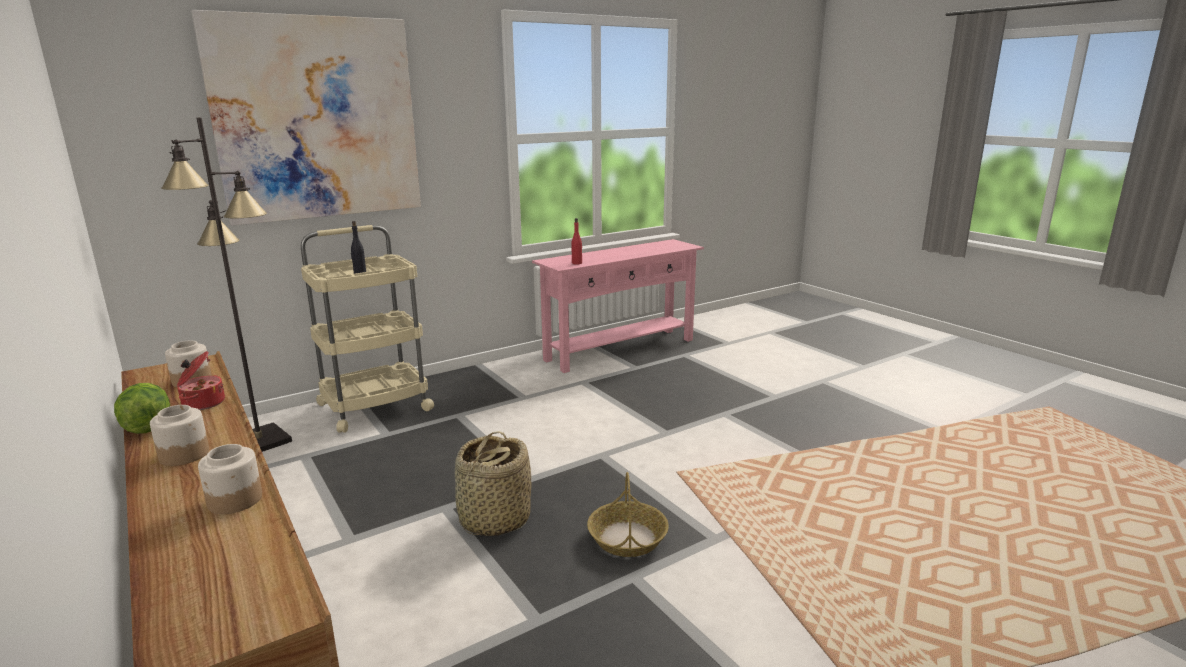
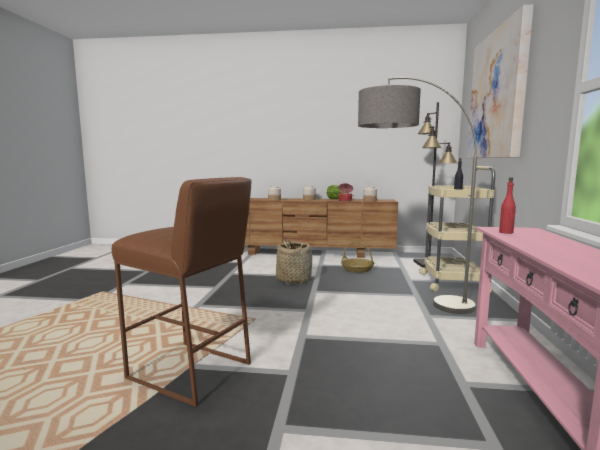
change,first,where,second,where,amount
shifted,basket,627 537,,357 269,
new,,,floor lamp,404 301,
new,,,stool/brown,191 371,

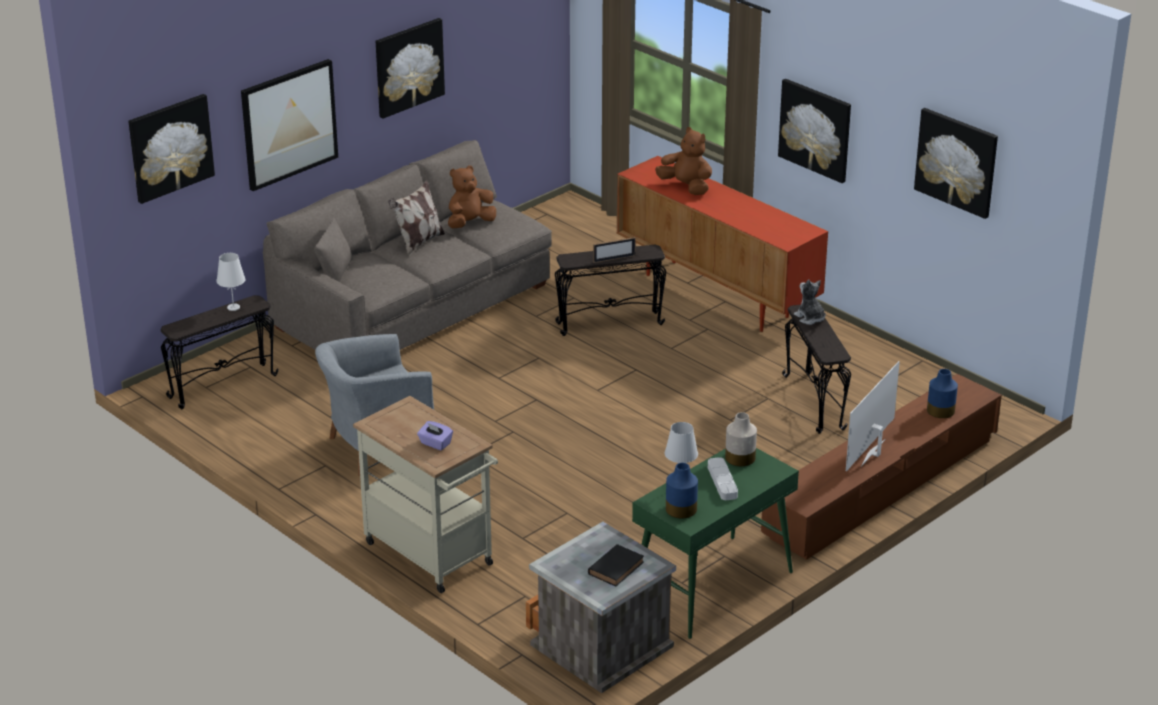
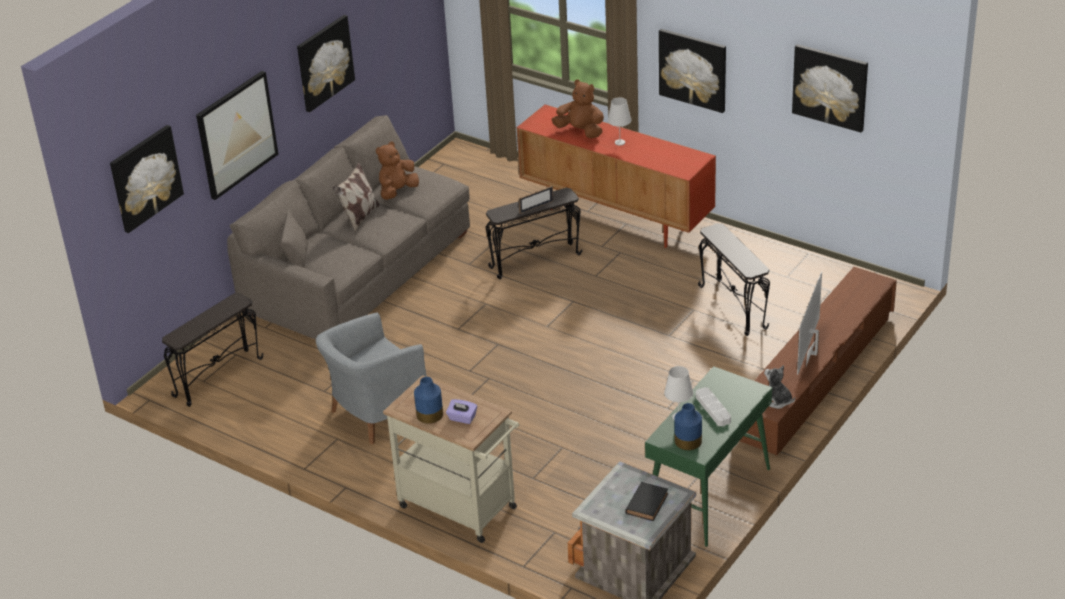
change,first,where,second,where,amount
shifted,table lamp/white,233 307,,620 142,
shifted,plush toy,810 318,,777 400,
shifted,vase/blue,941 410,,430 414,
gone,vase/beige,739 457,,,

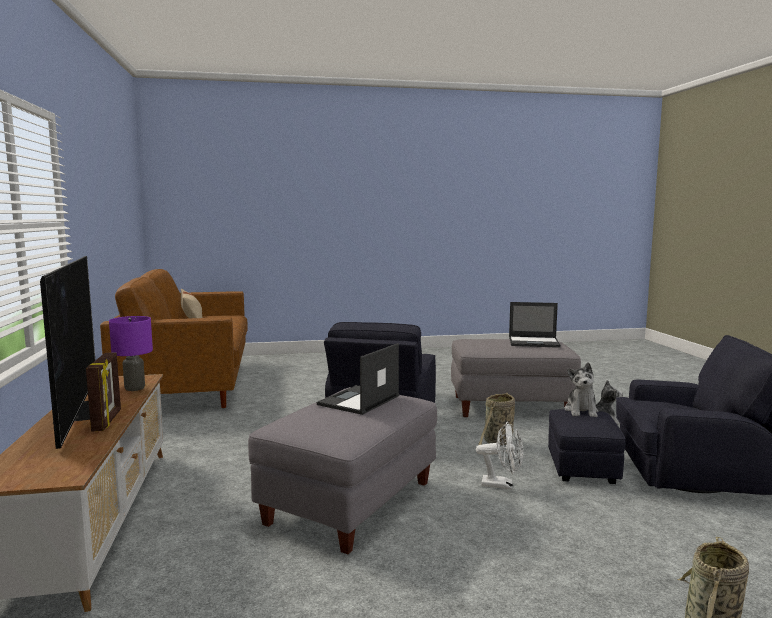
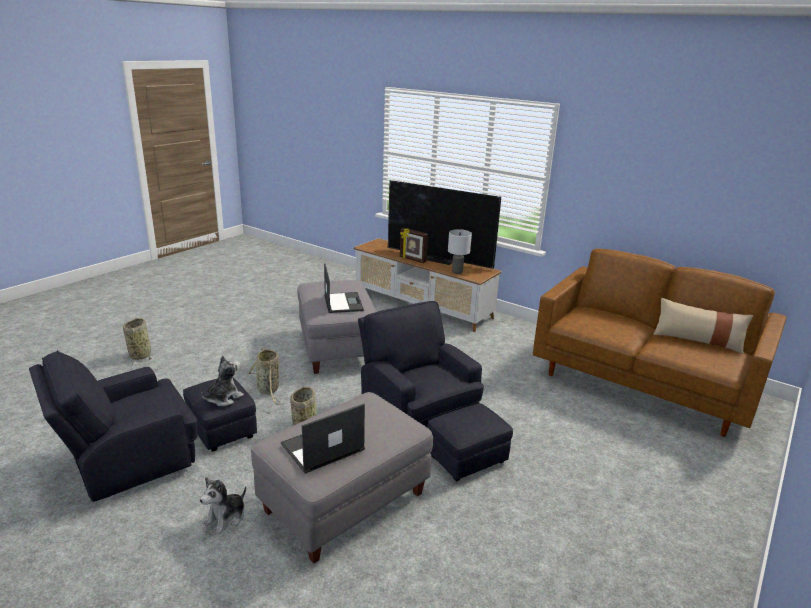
change,first,where,second,where,amount
repainted,table lamp/purple,134 389,table lamp/white,456 272,
rotated,plush toy,581 411,,224 398,75 degrees clockwise
swapped,fan/white,502 485,basket,268 390,

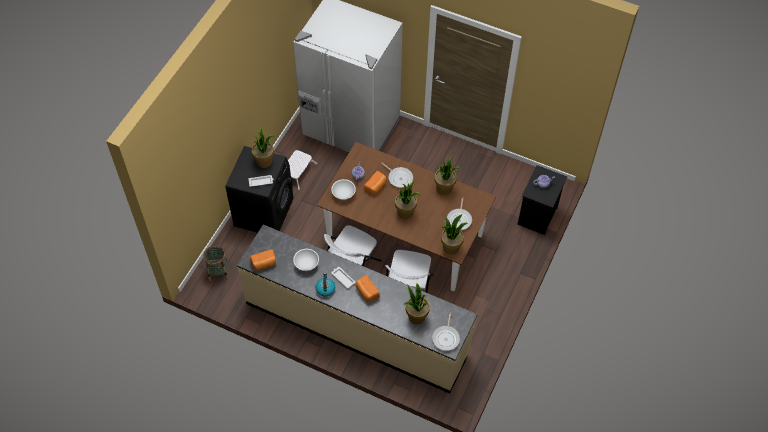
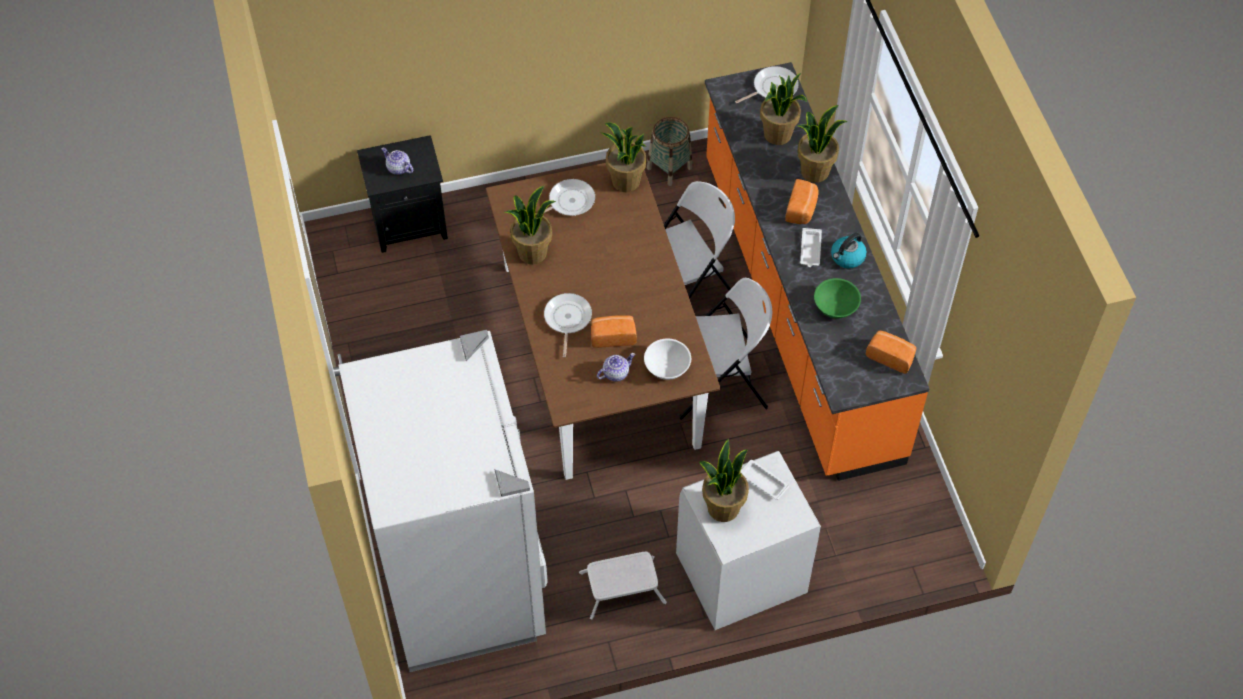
change,first,where,second,where,amount
repainted,washing machine/black,265 212,washing machine/white,739 570,
shifted,potted plant,405 213,,814 171,
repainted,counter/beige,356 327,counter/orange,798 308,
shifted,basket,218 271,,669 168,
repainted,bowl/white,306 264,bowl/green,835 307,

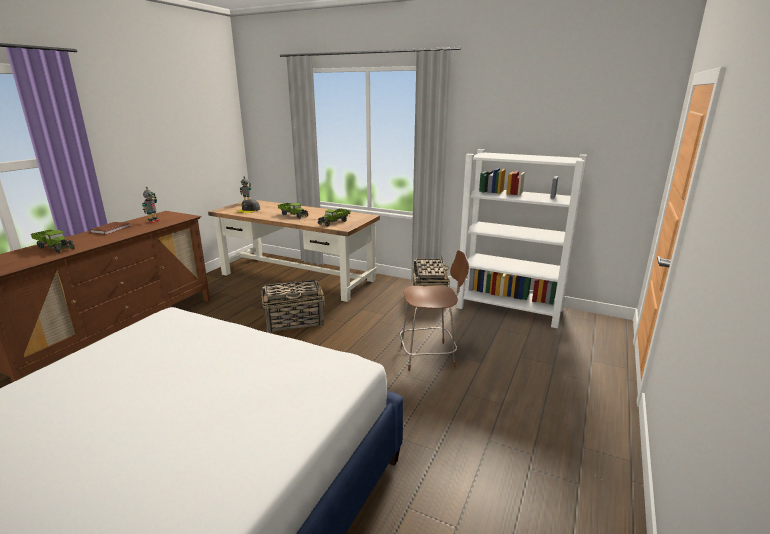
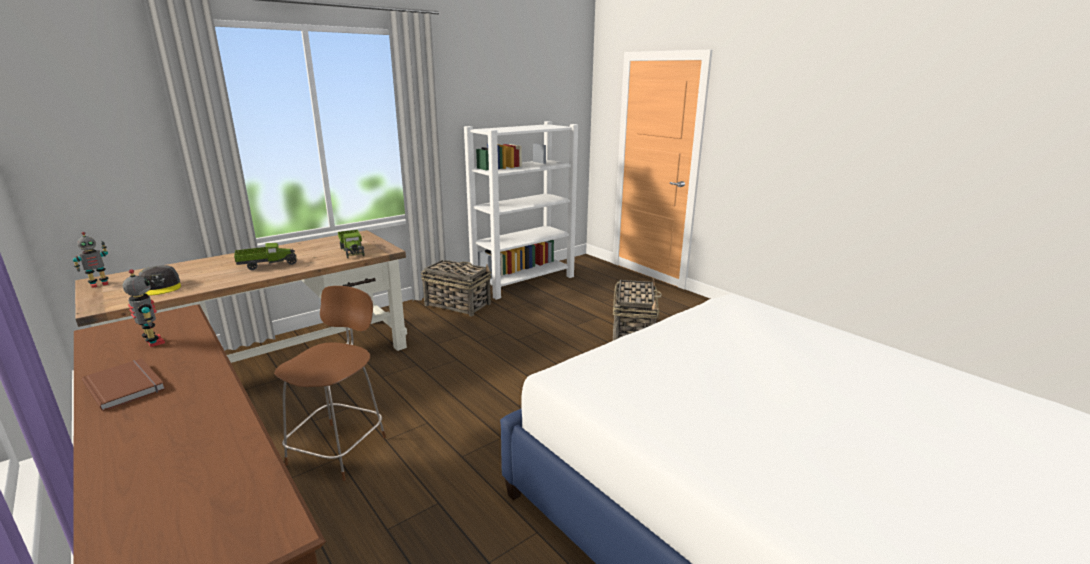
change,first,where,second,where,amount
gone,toy truck,55 247,,,
shifted,stool/brown,429 356,,339 448,
shifted,basket,295 322,,633 331,

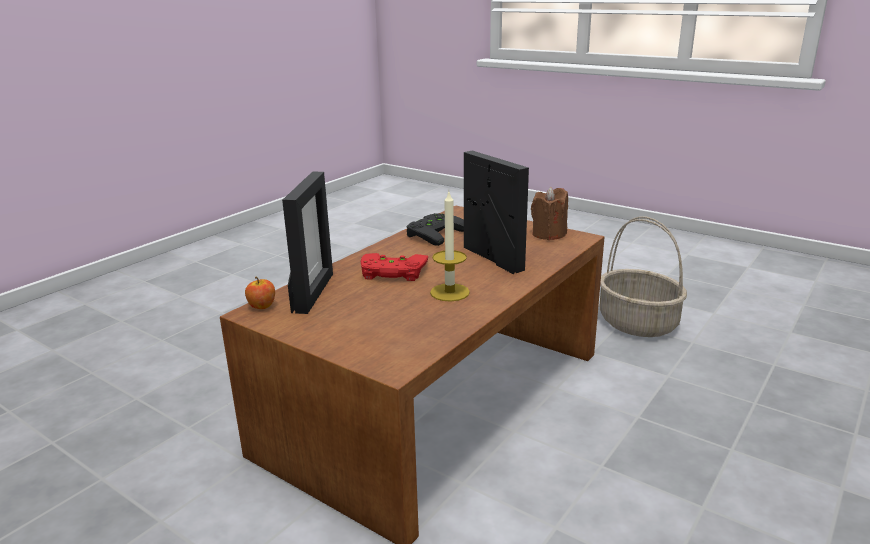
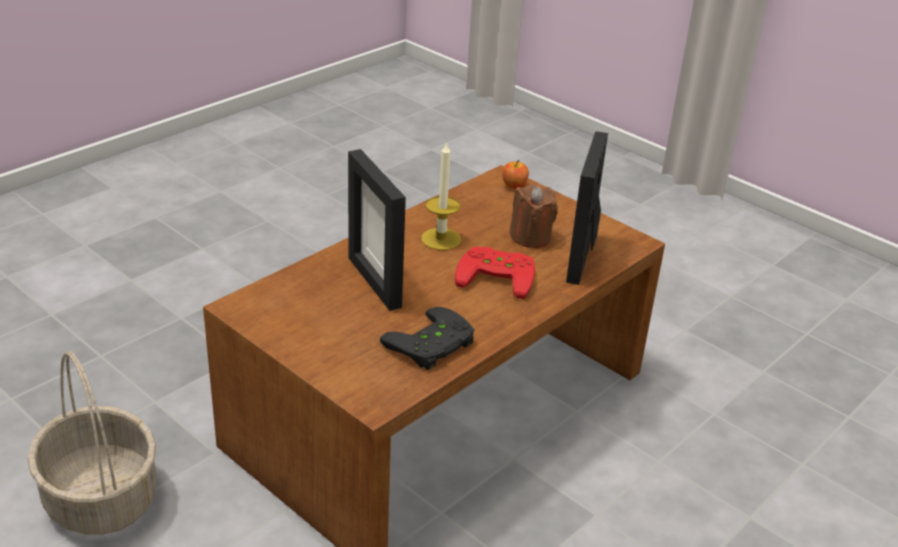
change,first,where,second,where,amount
shifted,candle/brown,548 234,,530 237,
shifted,apple,262 306,,514 186,

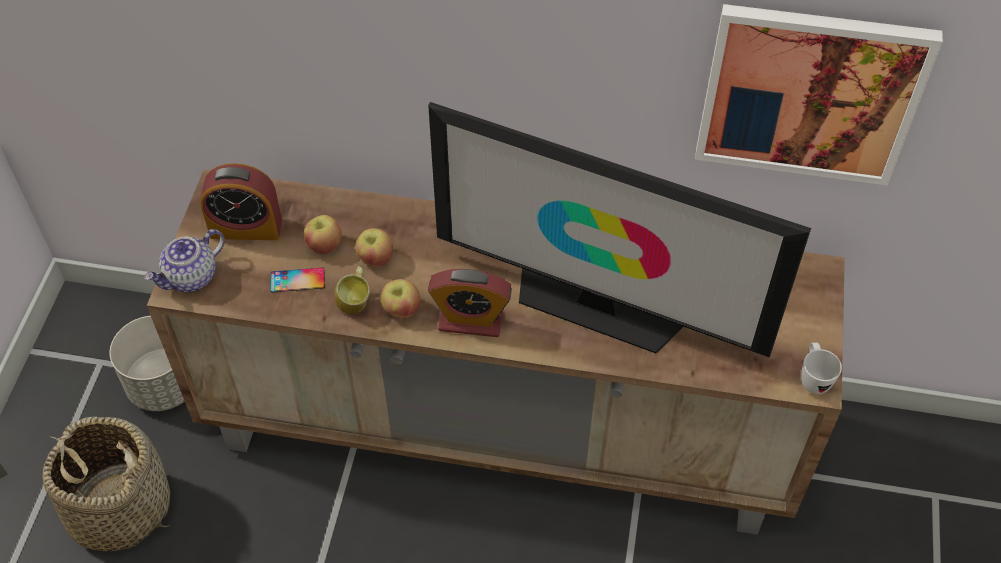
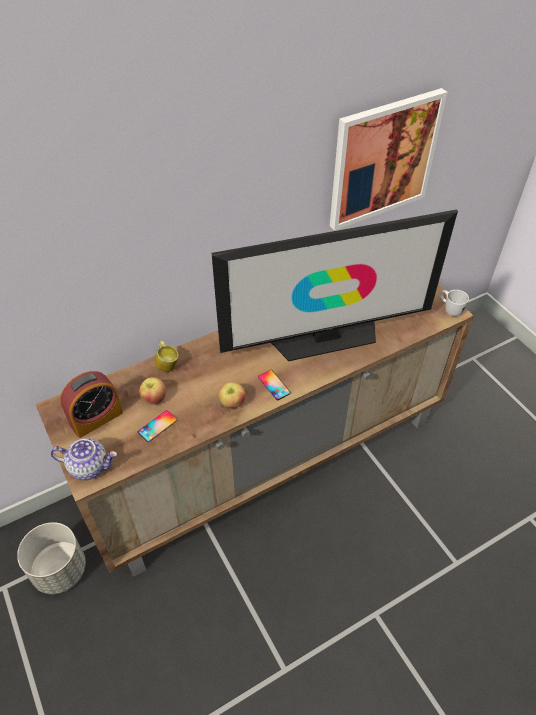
change,first,where,second,where,amount
gone,apple,375 259,,,
rotated,teapot,191 277,,89 466,90 degrees counterclockwise
shifted,mug,356 302,,167 364,
swapped,alarm clock,470 321,phone,274 385,
gone,basket,119 508,,,

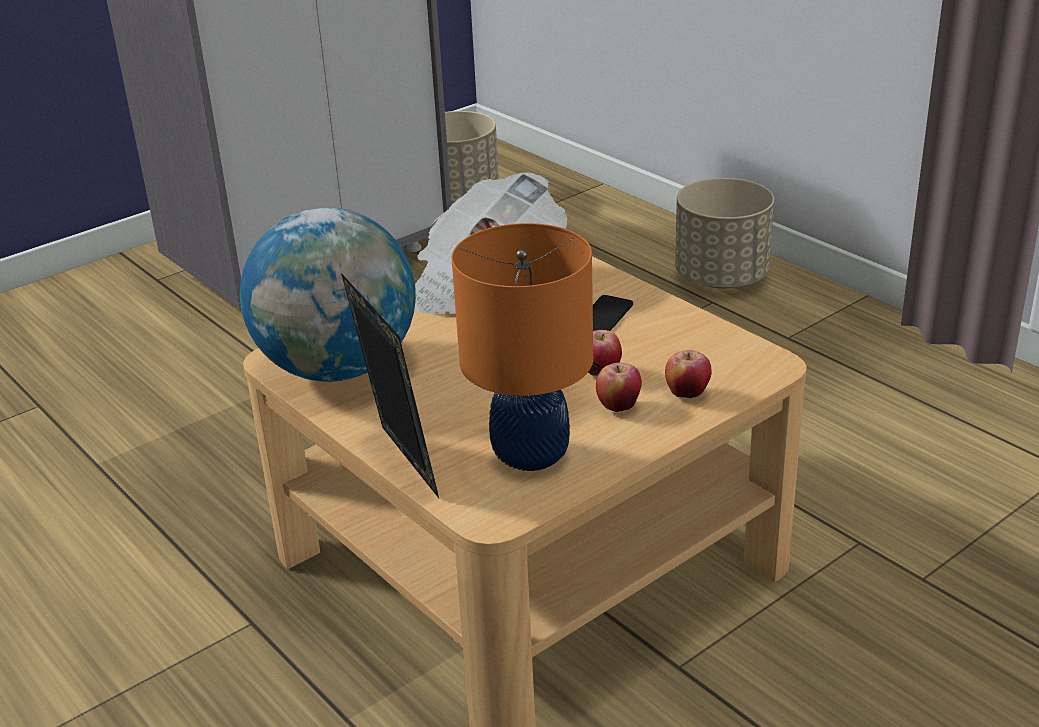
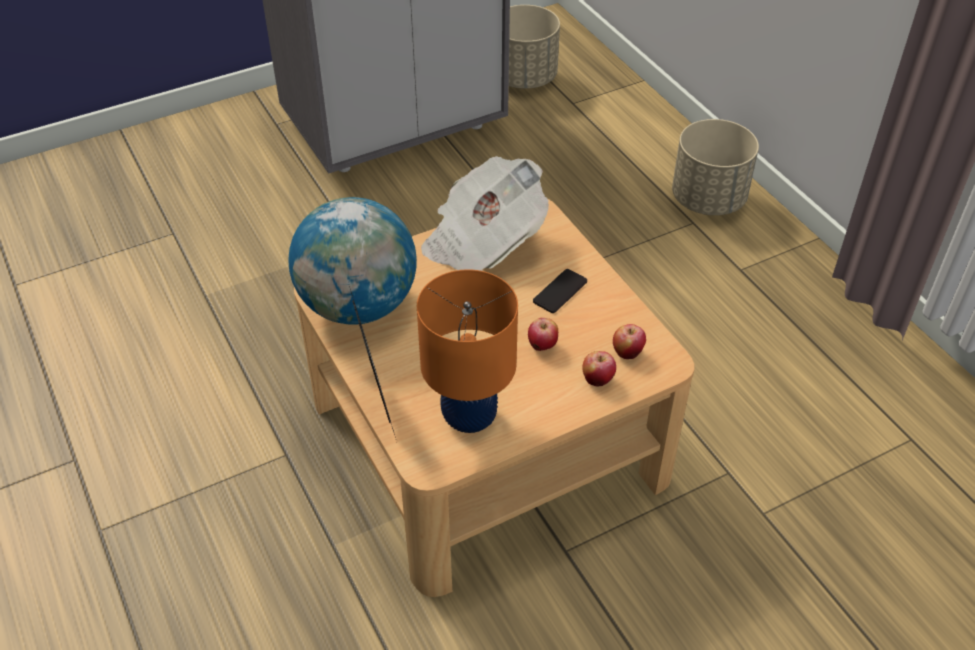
change,first,where,second,where,amount
shifted,apple,618 406,,627 353,

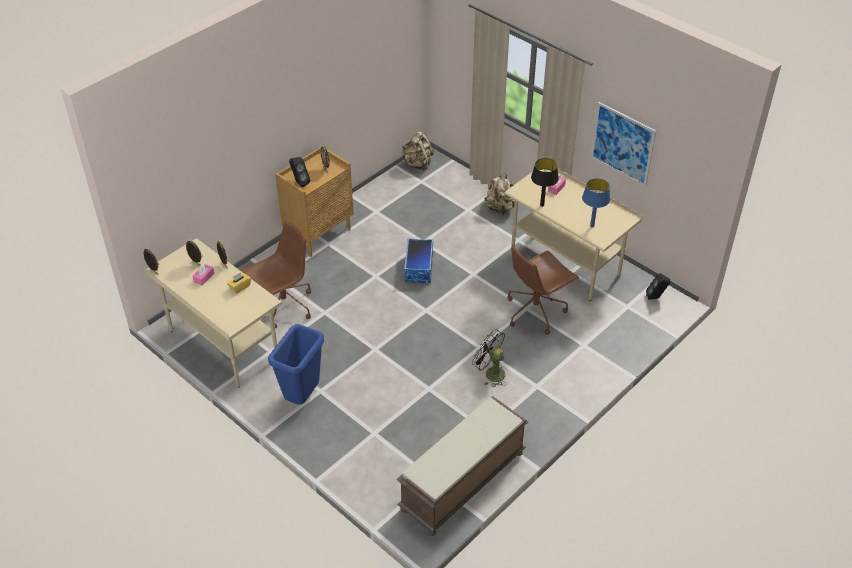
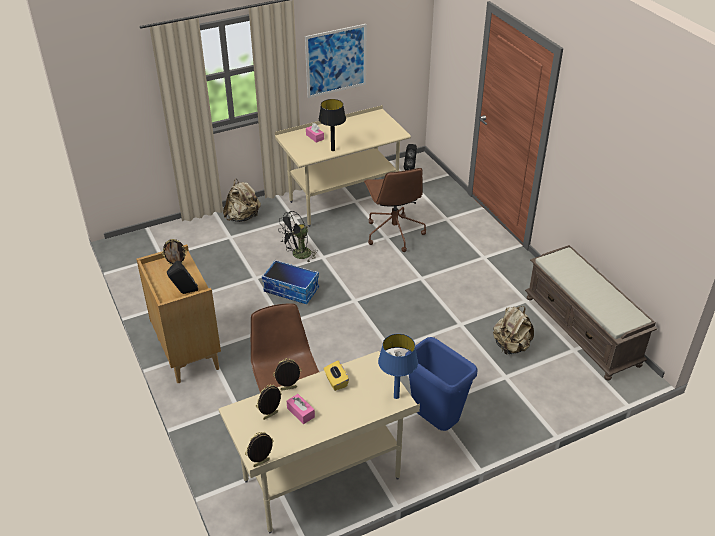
change,first,where,second,where,amount
shifted,backpack/beige,417 164,,511 346,
shifted,table lamp/blue,592 226,,396 397,
shifted,fan/black,490 373,,298 255,

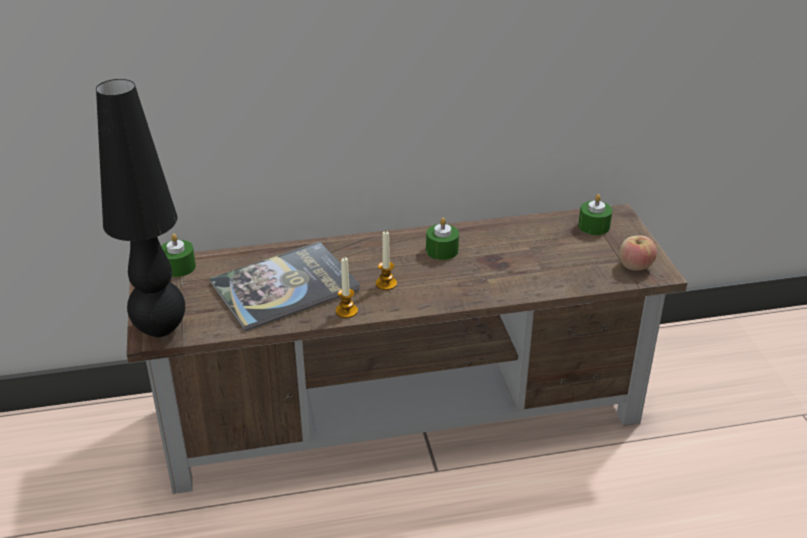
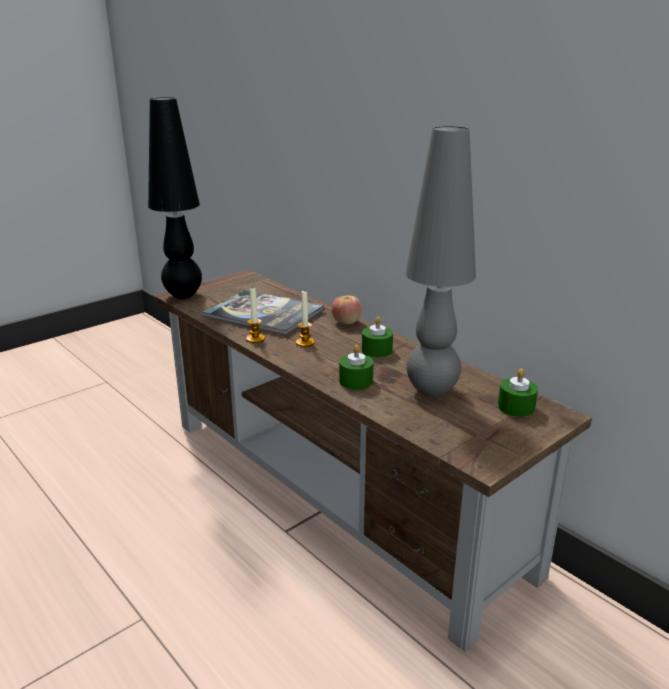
change,first,where,second,where,amount
shifted,candle/green,179 267,,356 381,
shifted,apple,635 266,,346 322,
new,,,table lamp/grey,432 391,

